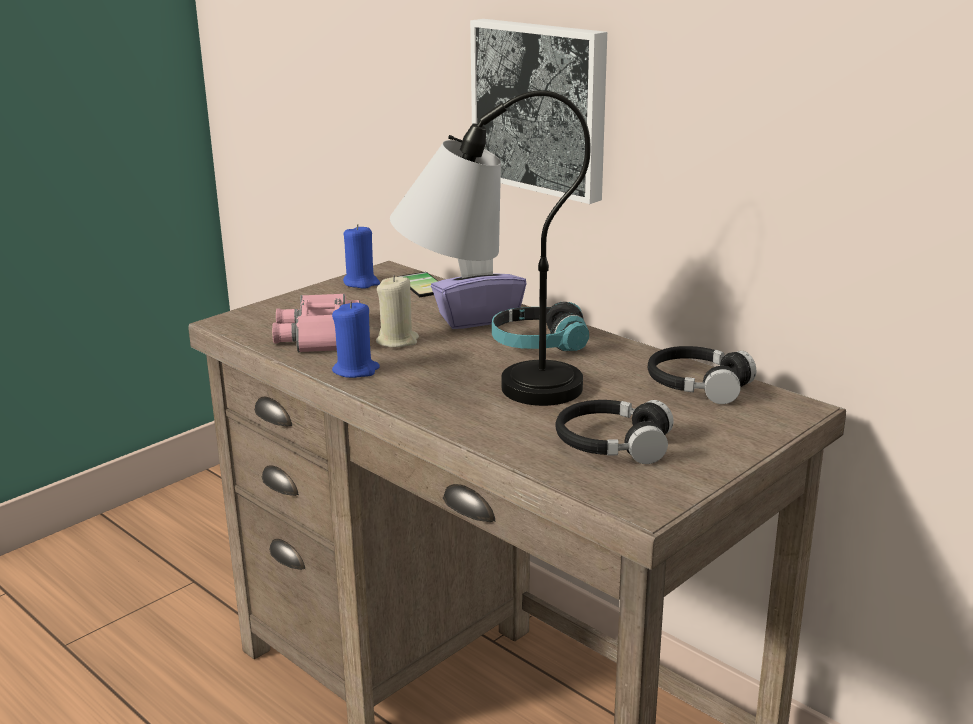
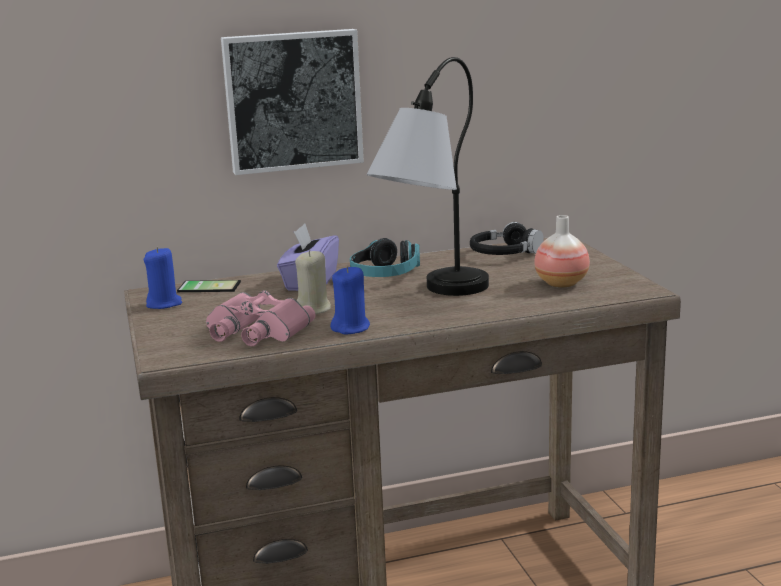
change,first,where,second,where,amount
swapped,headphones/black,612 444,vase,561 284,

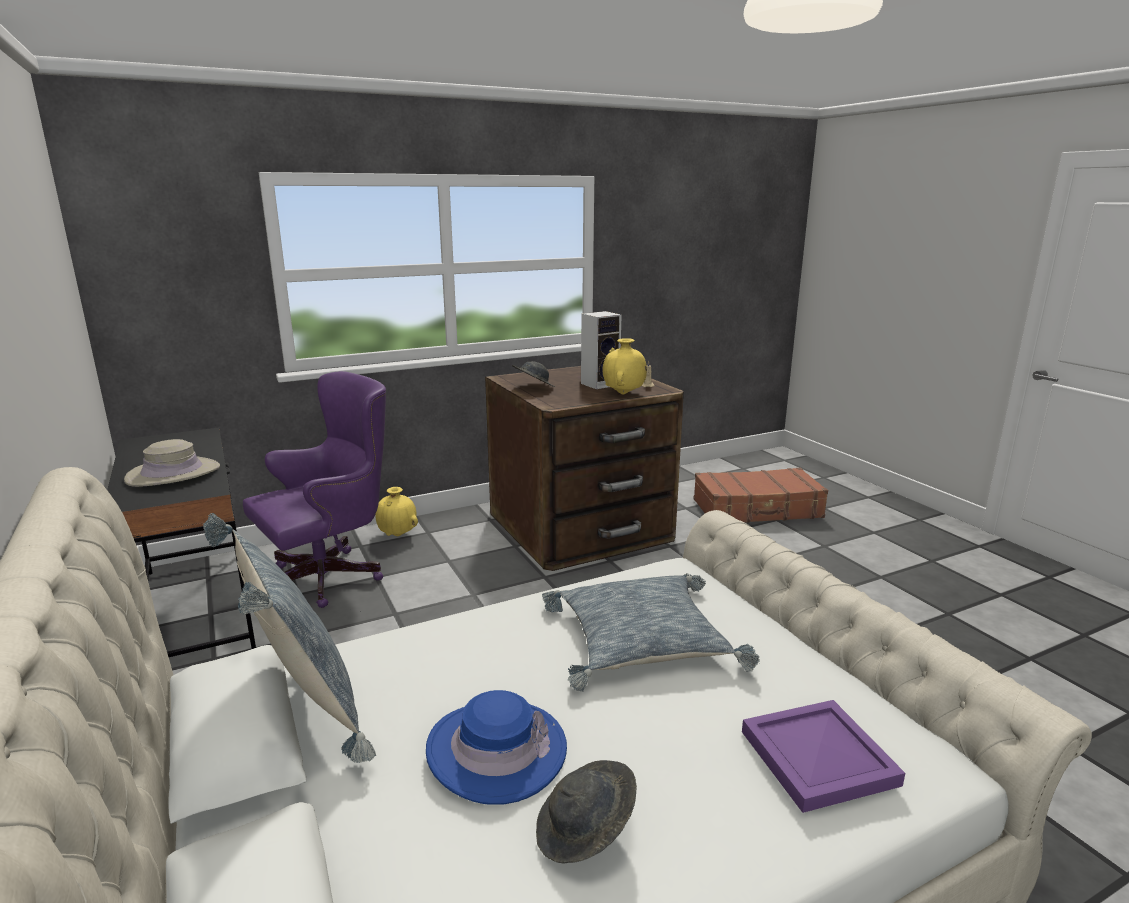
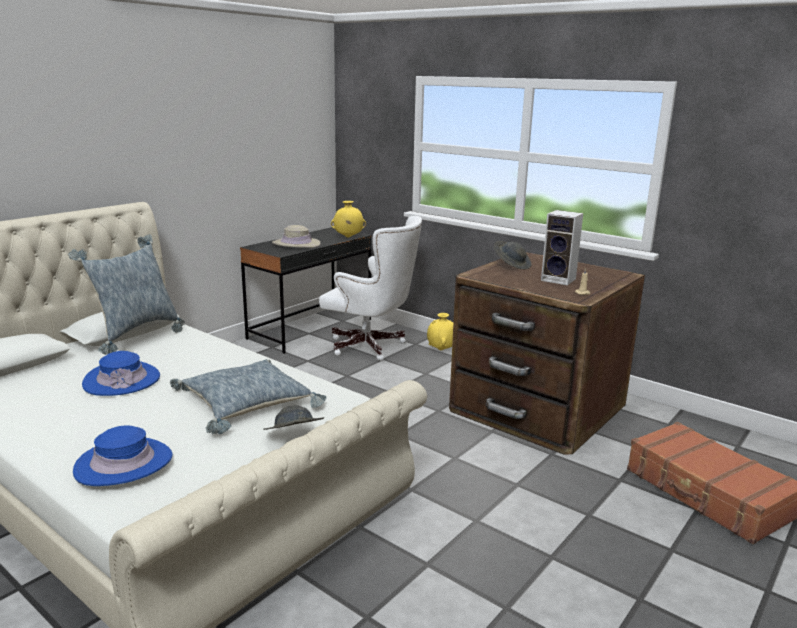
change,first,where,second,where,amount
shifted,vase/yellow,624 394,,348 237,
repainted,office chair/purple,330 576,office chair/white,371 347,
swapped,tray/purple,821 758,hat/blue,124 464,
shifted,hat/grey,585 831,,293 437,

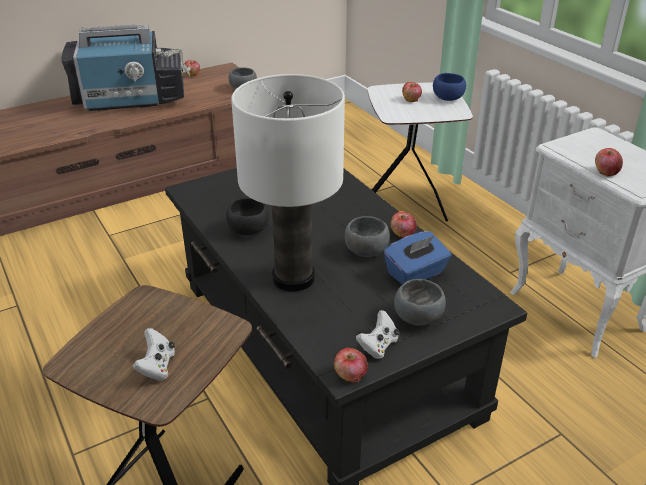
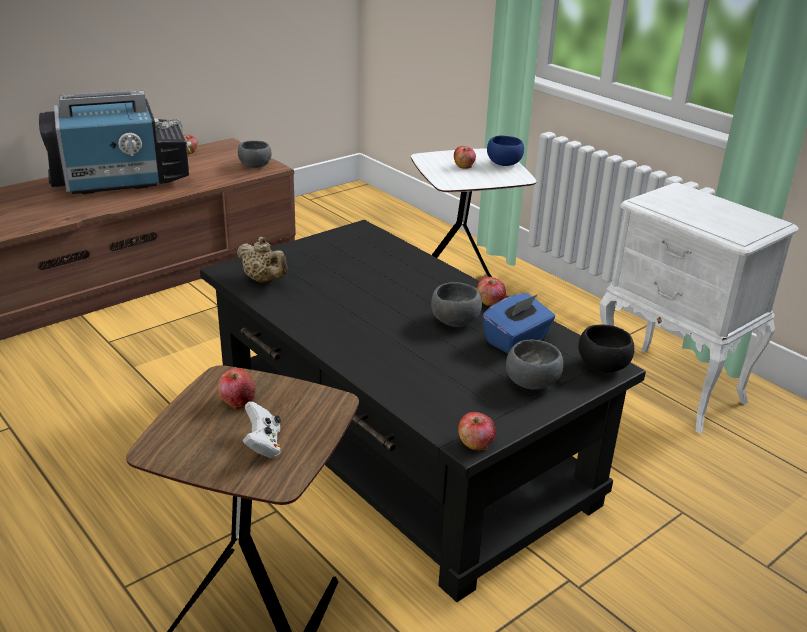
change,first,where,second,where,amount
gone,table lamp/white,294 278,,,
shifted,apple,606 172,,238 401,
shifted,bowl/black,248 231,,602 367,
gone,game controller/white,378 346,,,
new,,,teapot/beige,264 280,

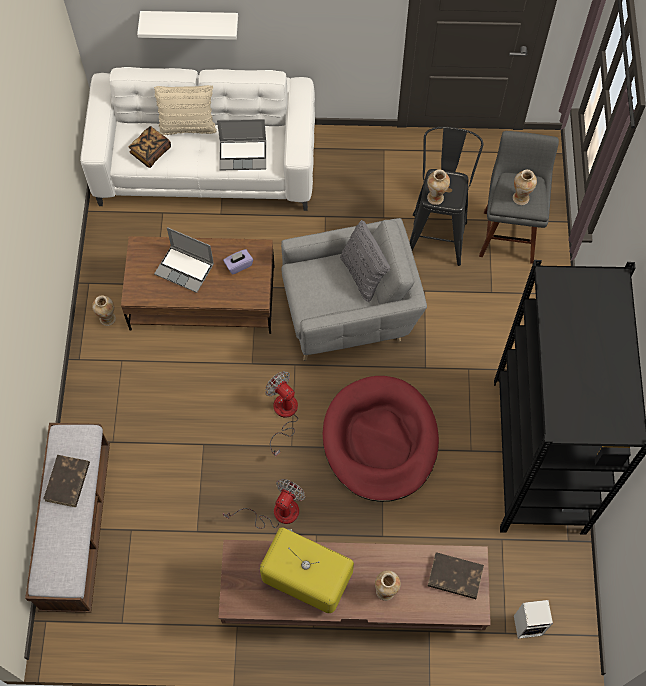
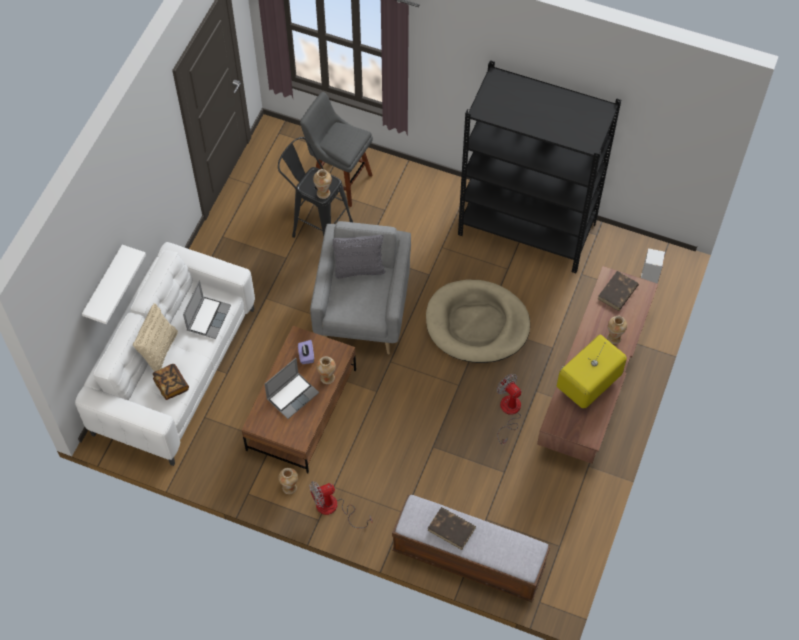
change,first,where,second,where,amount
shifted,vase,520 198,,327 378,
shifted,fan,284 415,,334 508,
repainted,dog bed/red,380 440,dog bed/beige,477 324,

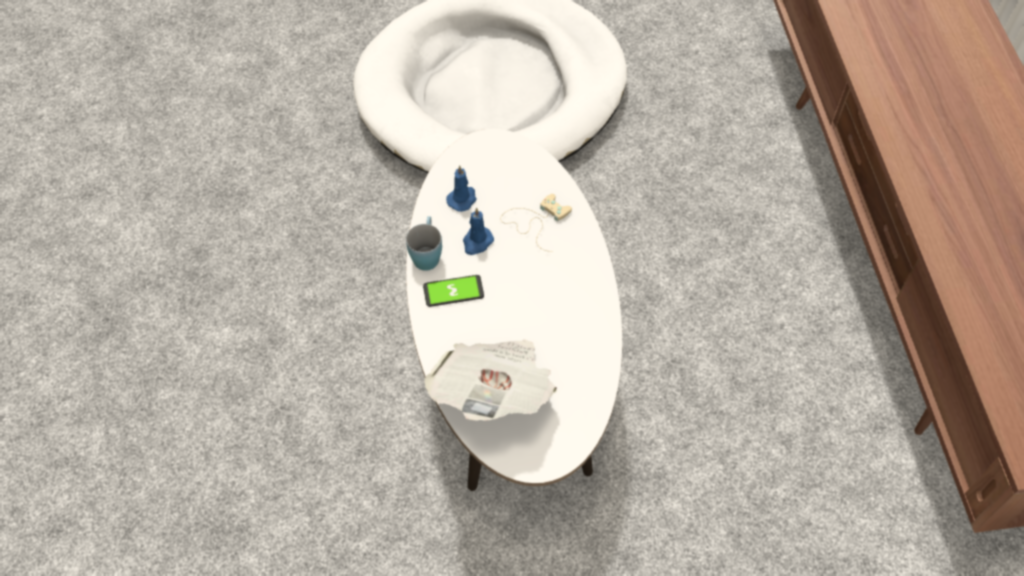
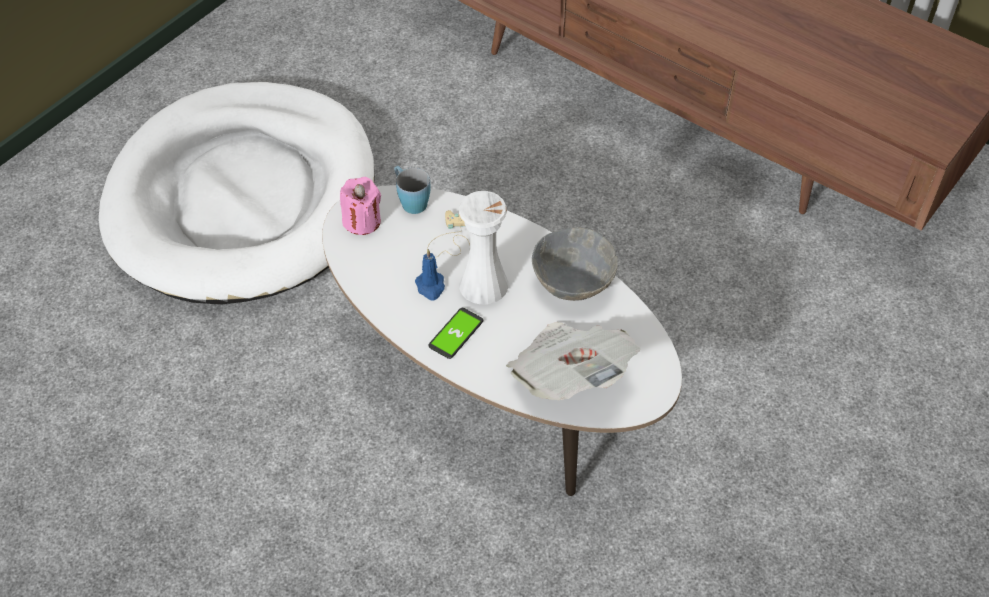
change,first,where,second,where,amount
gone,candle/blue,462 199,,,
shifted,mug/blue,427 254,,410 200,
new,,,candle/pink,362 221,
new,,,vase/white,483 284,
new,,,bowl/grey,572 283,

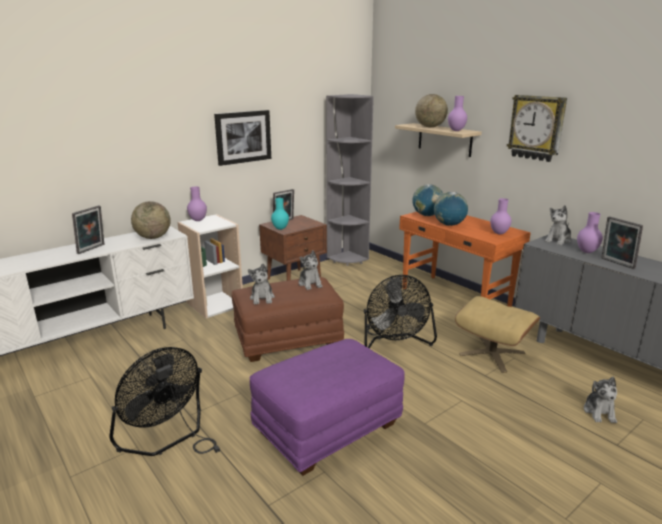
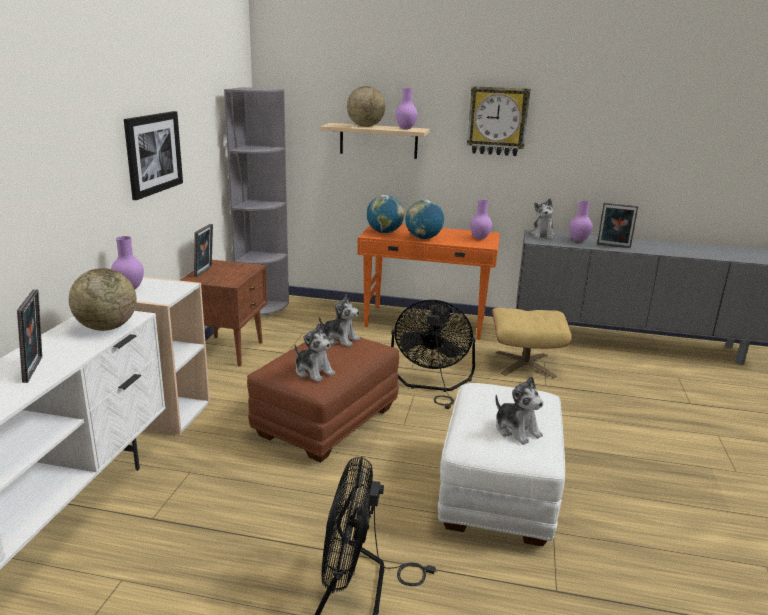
change,first,where,second,where,amount
gone,vase/turquoise,280 228,,,
rotated,fan/black,392 342,,432 384,120 degrees counterclockwise
repainted,ottoman/purple,328 429,ottoman/white,499 492,
shifted,plush toy,599 412,,516 430,

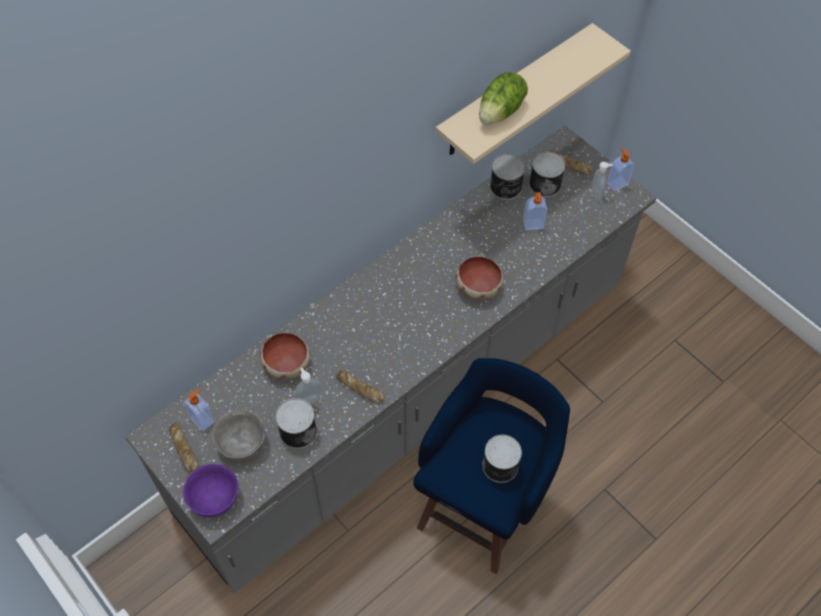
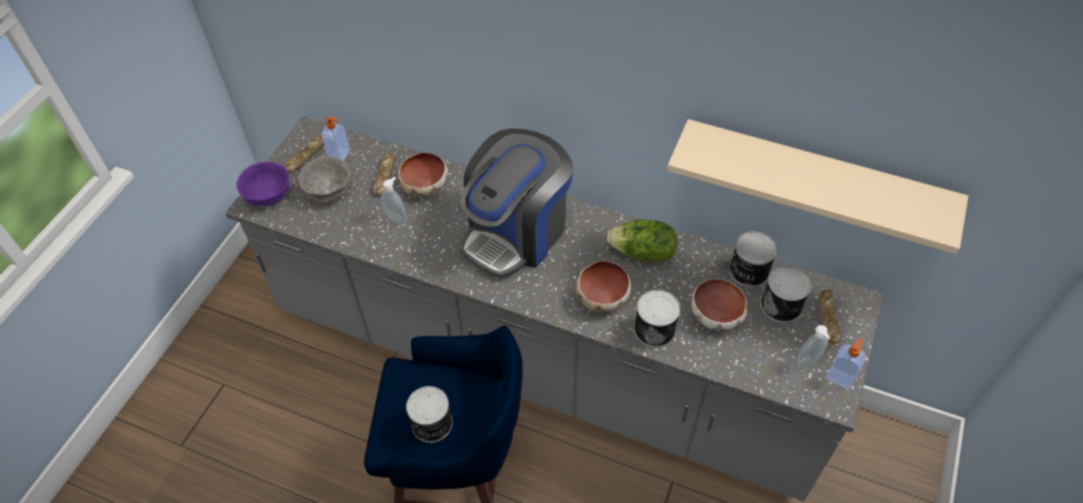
change,first,where,second,where,amount
shifted,lettuce,501 111,,643 253,
swapped,soap dispenser,533 225,bowl,717 315,
shifted,bread,360 389,,384 176,
shifted,can,297 430,,655 328,
new,,,coffee machine,516 232,

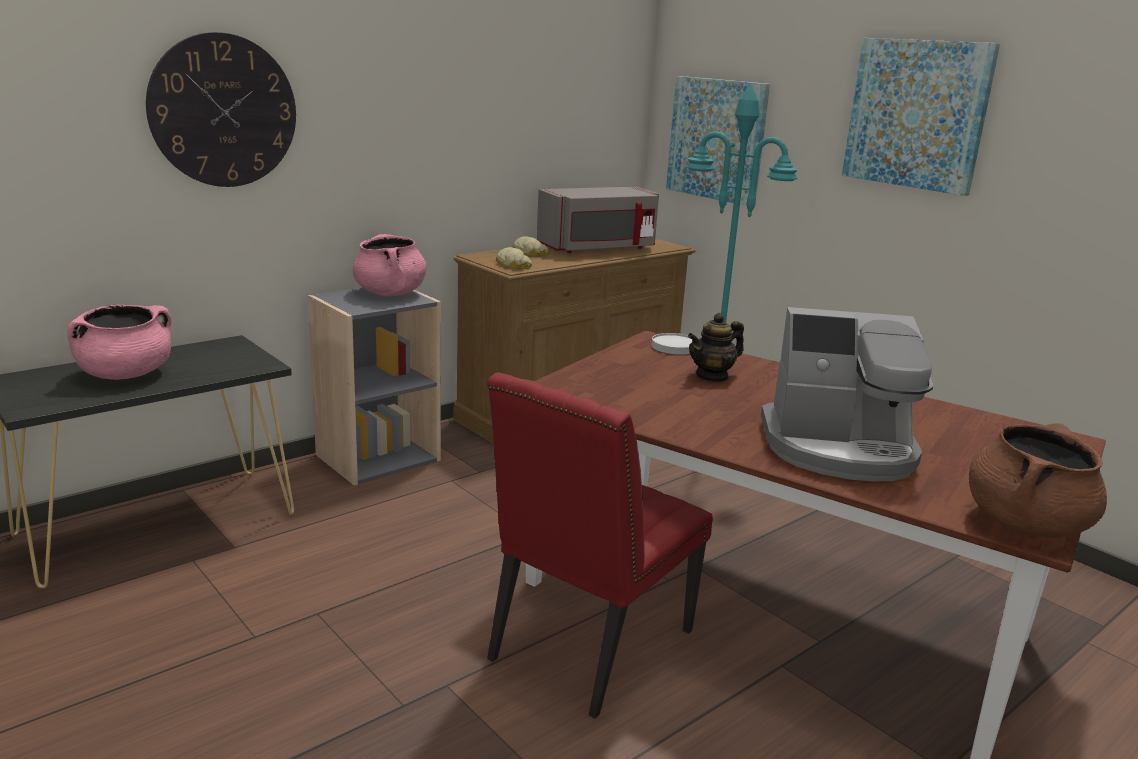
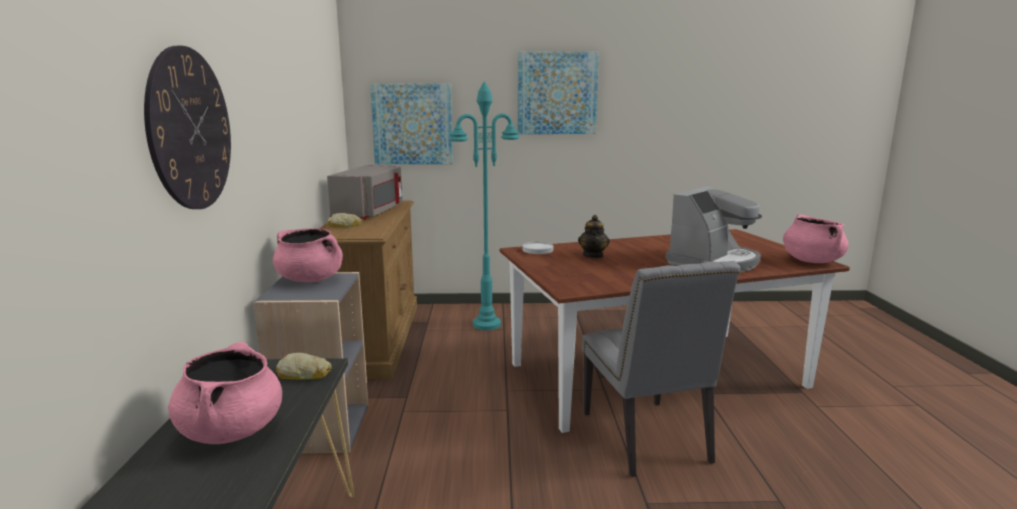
change,first,where,second,where,amount
shifted,bread,513 265,,304 374,
repainted,chair/red,592 643,chair/grey,644 436,
repainted,cooking pot/brown,1025 524,cooking pot/pink,811 261,

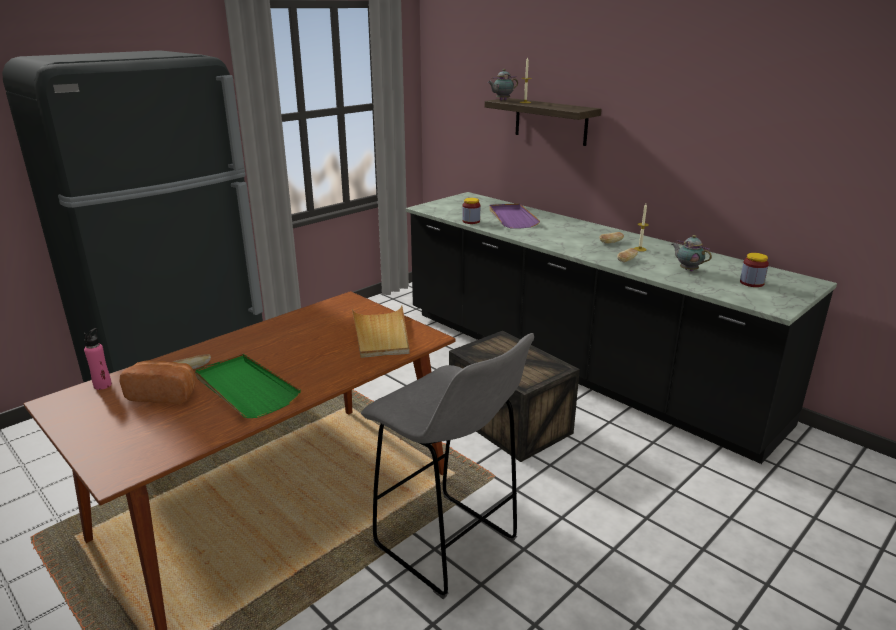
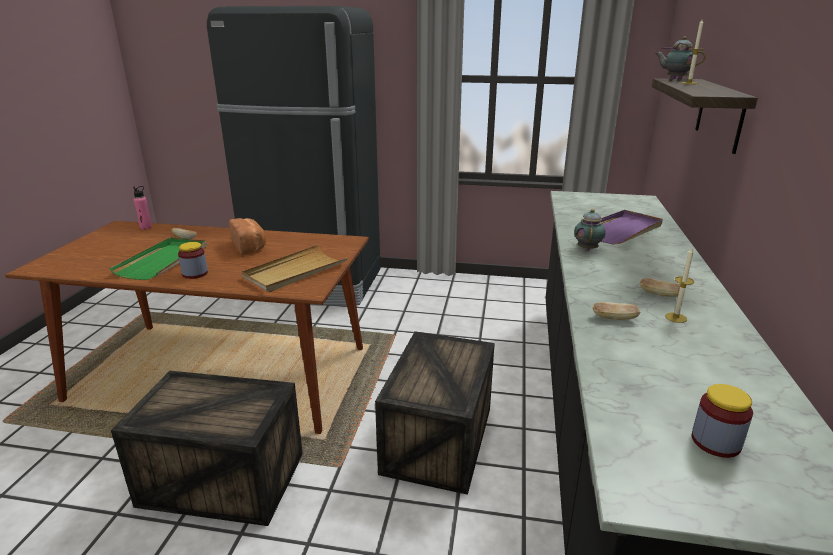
change,first,where,second,where,amount
shifted,jar,471 221,,195 274,
shifted,teapot,687 270,,587 248,
swapped,stool/grey,448 545,crate,220 479,
shifted,bread,165 394,,250 246,

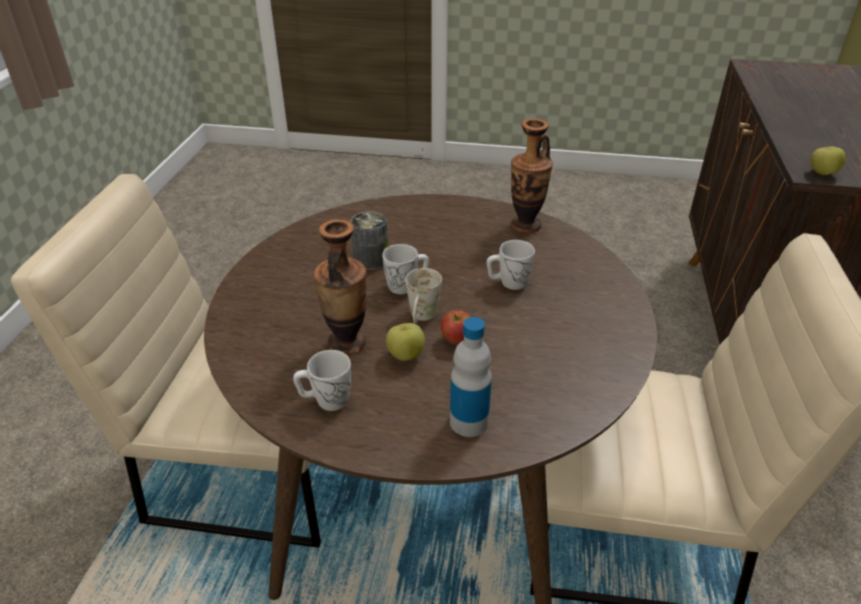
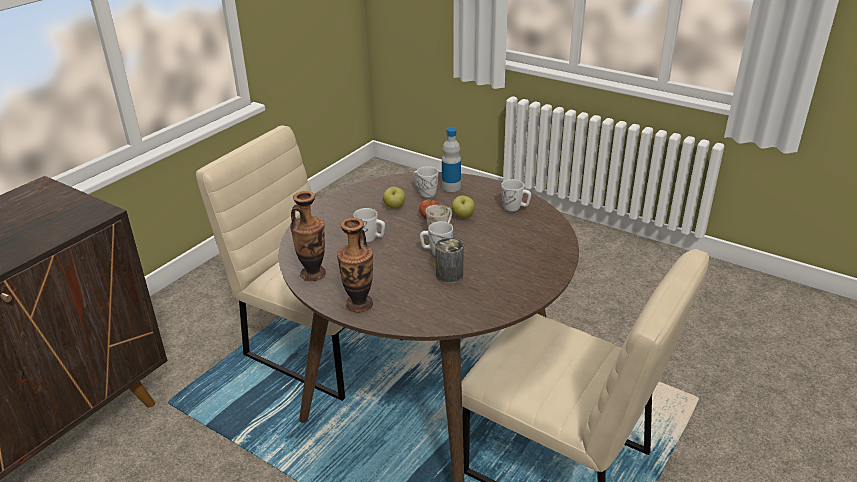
change,first,where,second,where,amount
shifted,apple,822 173,,394 207,
shifted,vase,346 343,,359 304,
new,,,mug/white,425 192,

